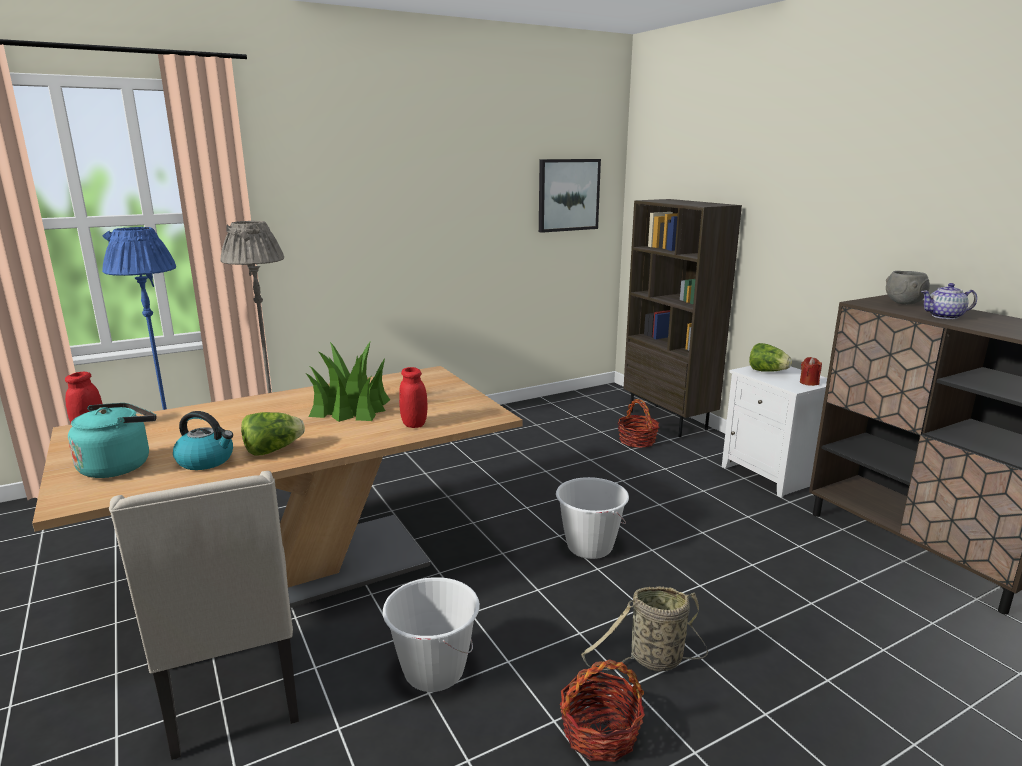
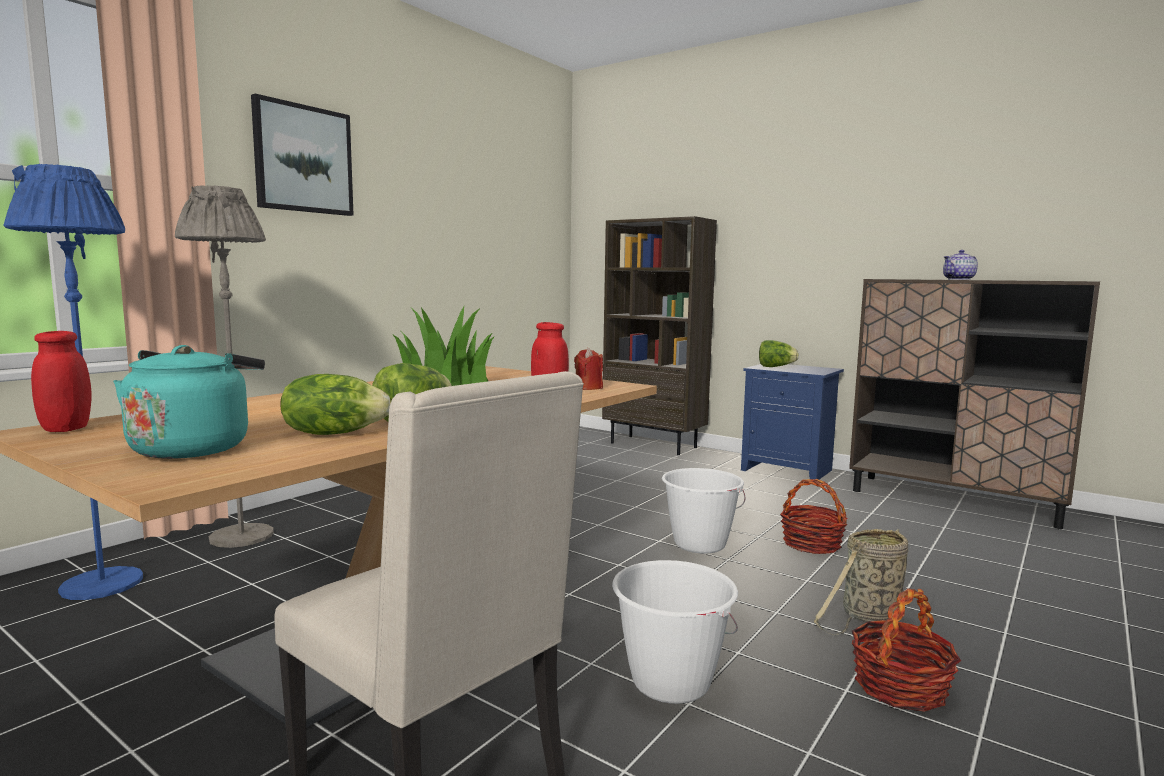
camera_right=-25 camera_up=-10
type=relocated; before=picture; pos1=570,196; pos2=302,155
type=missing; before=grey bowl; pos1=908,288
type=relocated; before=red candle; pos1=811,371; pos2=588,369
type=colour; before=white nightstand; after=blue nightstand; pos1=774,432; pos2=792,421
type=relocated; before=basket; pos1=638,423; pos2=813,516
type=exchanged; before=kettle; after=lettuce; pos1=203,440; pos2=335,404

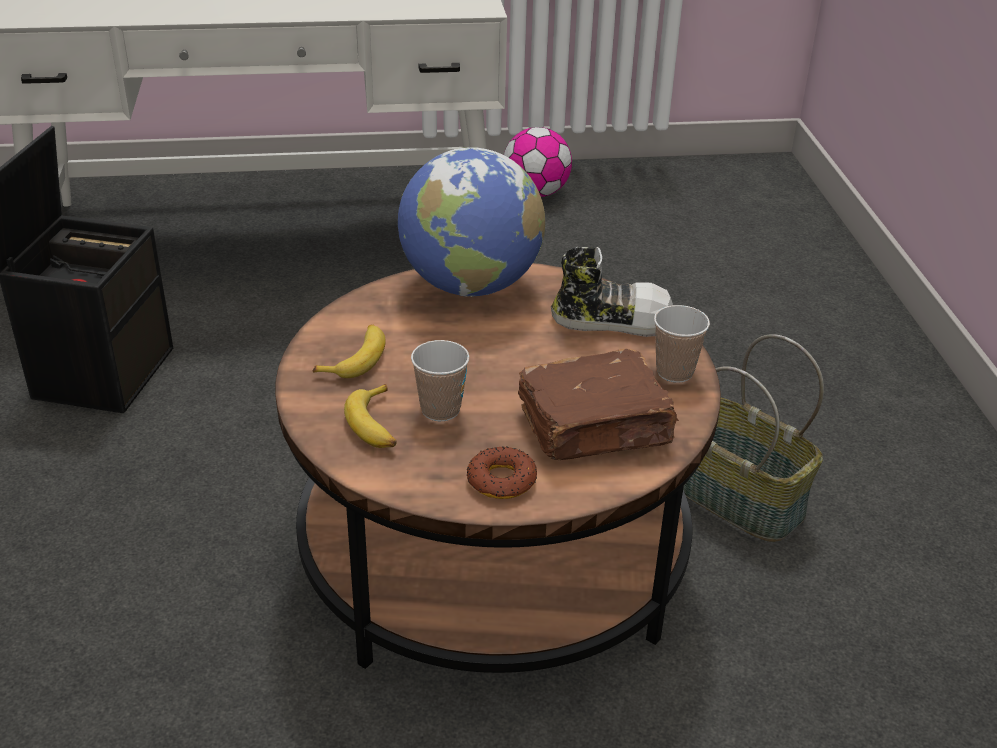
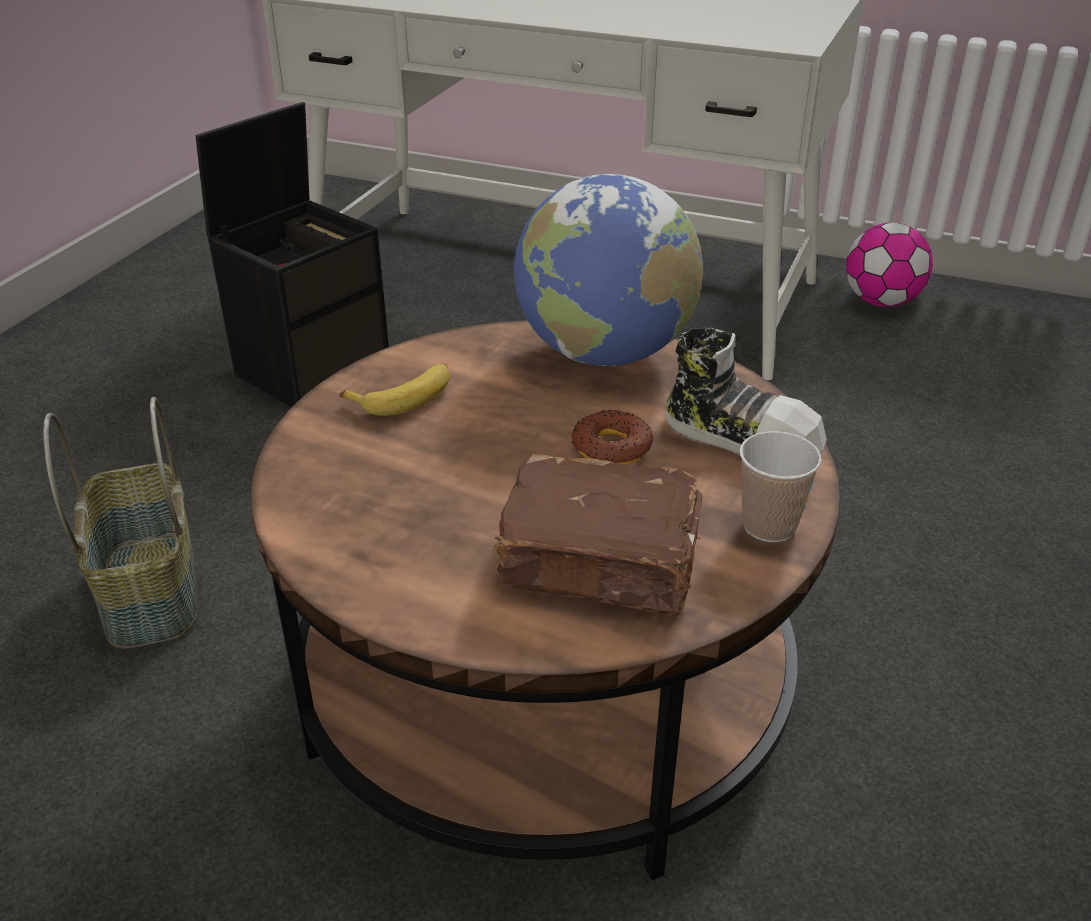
camera_right=30 camera_up=0
type=relocated; before=basket; pos1=753,438; pos2=120,523
type=missing; before=cup; pos1=440,380
type=missing; before=banana; pos1=370,416
type=relocated; before=donut; pos1=502,472; pos2=612,437

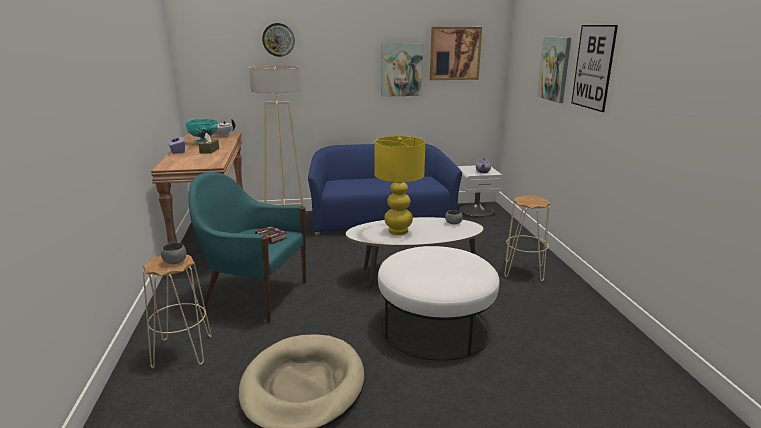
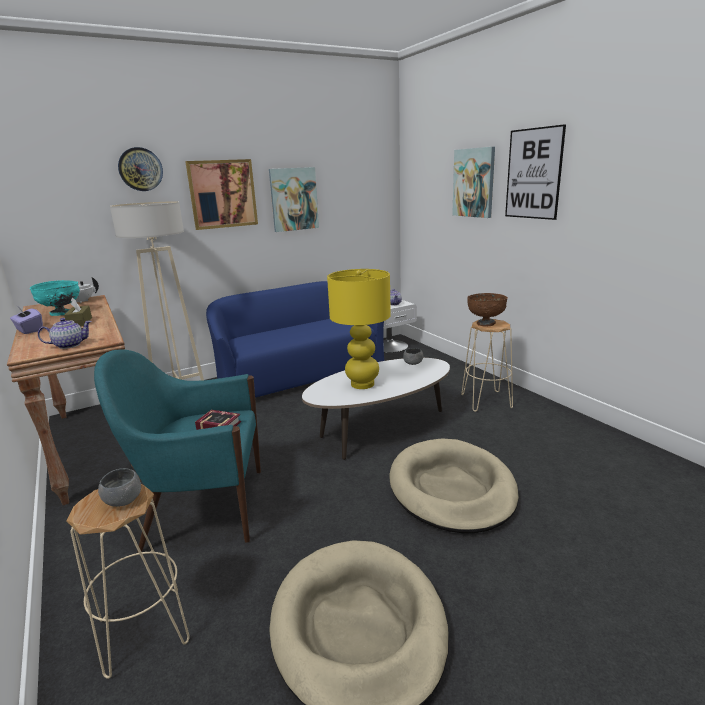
camera_right=-20 camera_up=0
type=relocated; before=picture; pos1=456,53; pos2=221,194
type=exchanged; before=white ottoman; after=beige dog bed; pos1=438,303; pos2=454,485
type=appeared; after=brown bowl; pos2=487,309
type=appeared; after=teapot; pos2=65,333

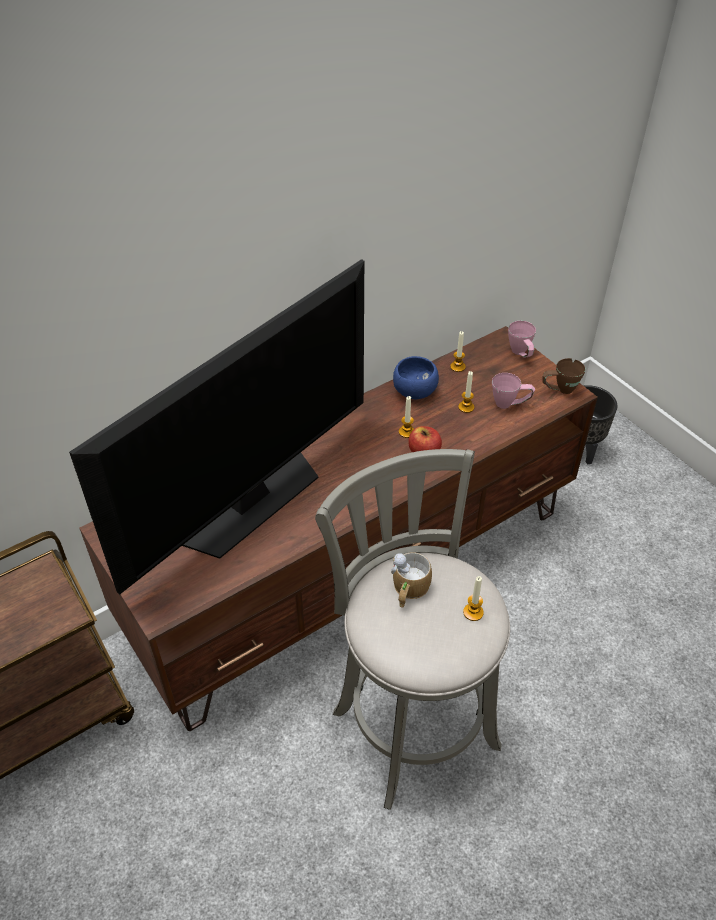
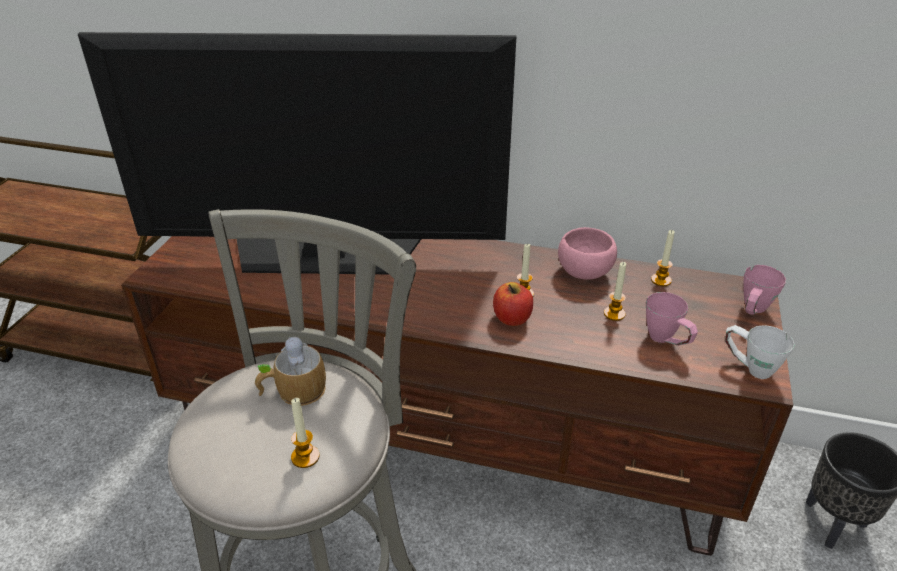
camera_right=50 camera_up=-10
type=colour; before=blue bowl; after=pink bowl; pos1=416,377; pos2=587,253
type=colour; before=brown mug; after=white mug; pos1=563,376; pos2=760,352

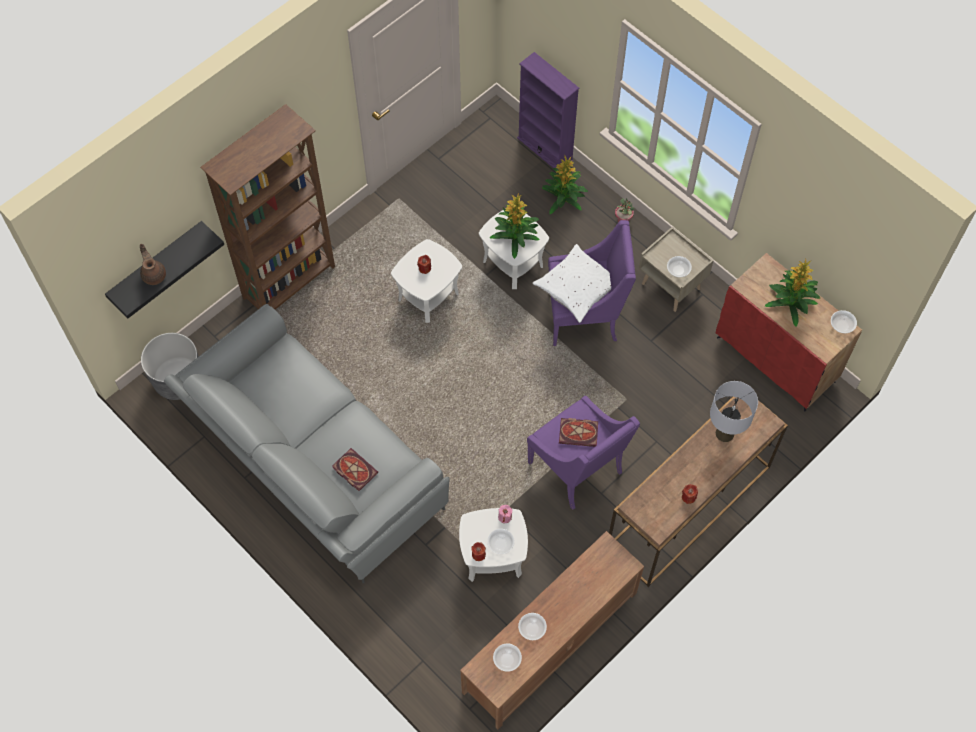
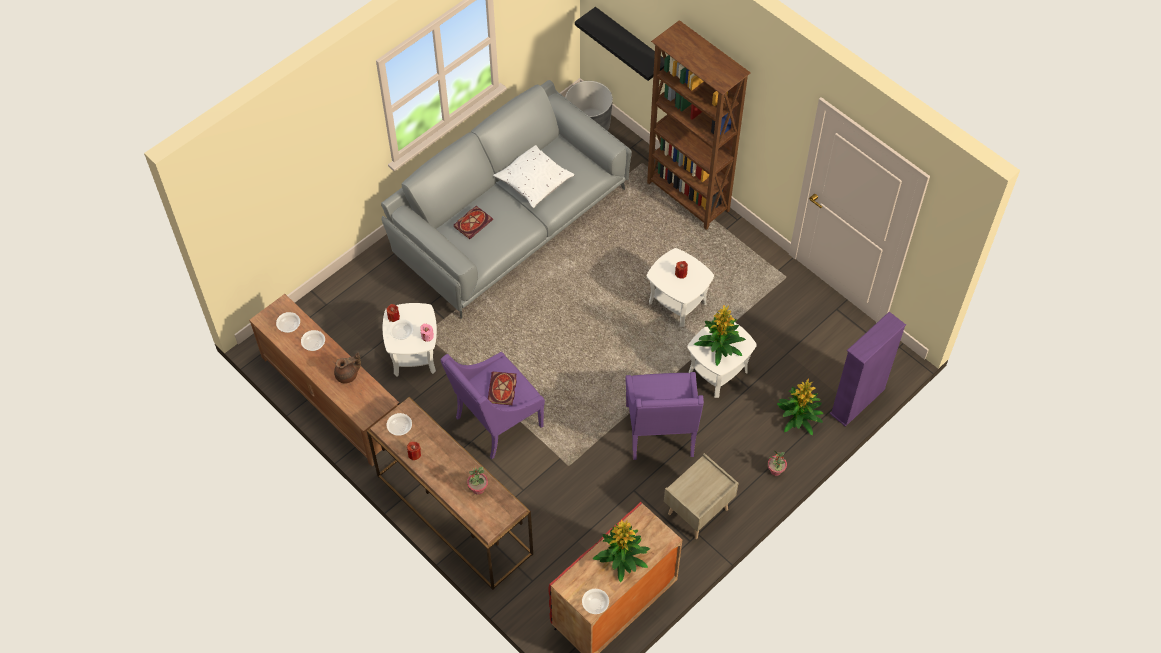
camera_right=90 camera_up=-5
type=relocated; before=brown teapot; pos1=153,264; pos2=347,368
type=relocated; before=white pillow; pos1=571,283; pos2=533,176
type=relocated; before=bowl; pos1=679,266; pos2=399,424
type=exchanged; before=grey table lamp; after=potted plant; pos1=734,411; pos2=477,481

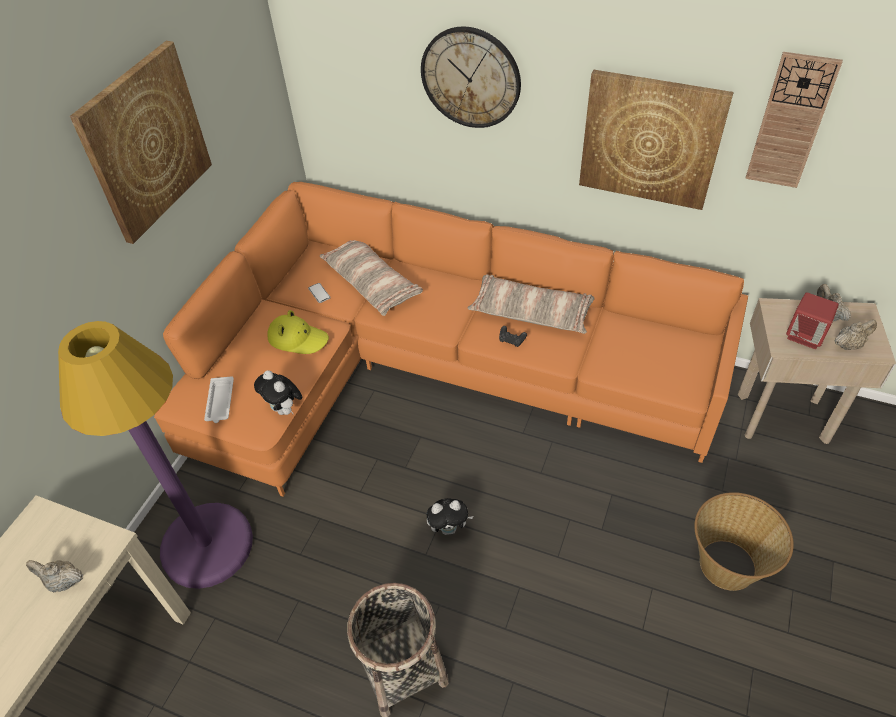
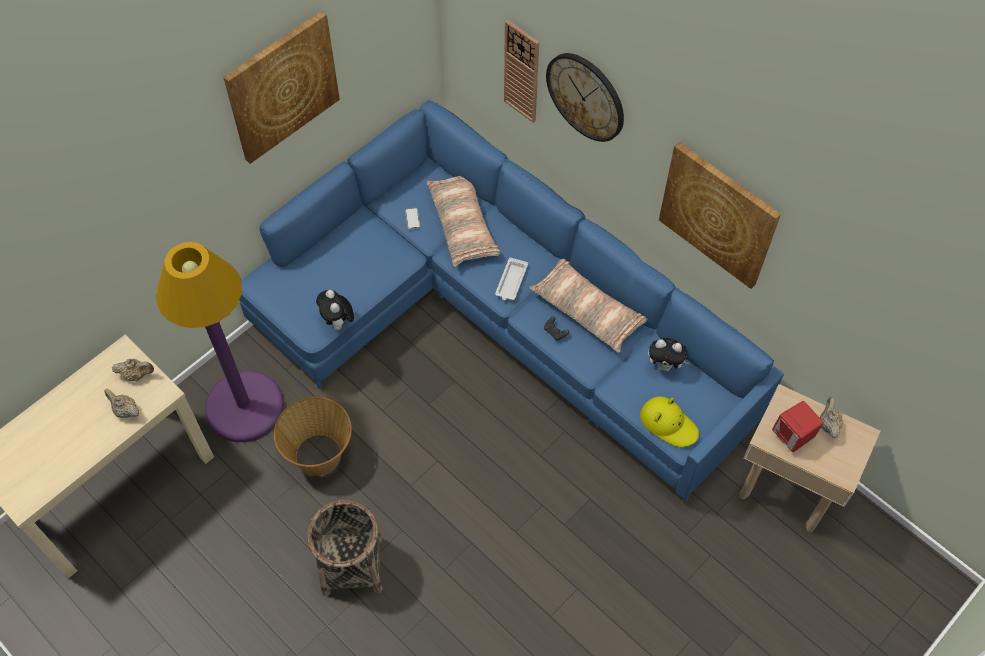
camera_right=20 camera_up=10
type=relocated; before=wall clock; pos1=794,120; pos2=521,71
type=colour; before=orange sofa; after=blue sofa; pos1=451,339; pos2=511,301
type=relocated; before=yellow hat; pos1=298,332; pos2=669,421
type=relocated; before=beige teapot; pos1=856,335; pos2=133,370
type=relocated; before=white tray; pos1=219,399; pos2=511,279
type=relocated; before=basket; pos1=744,541; pos2=312,436
type=relocated; before=plush toy; pos1=450,516; pos2=668,354

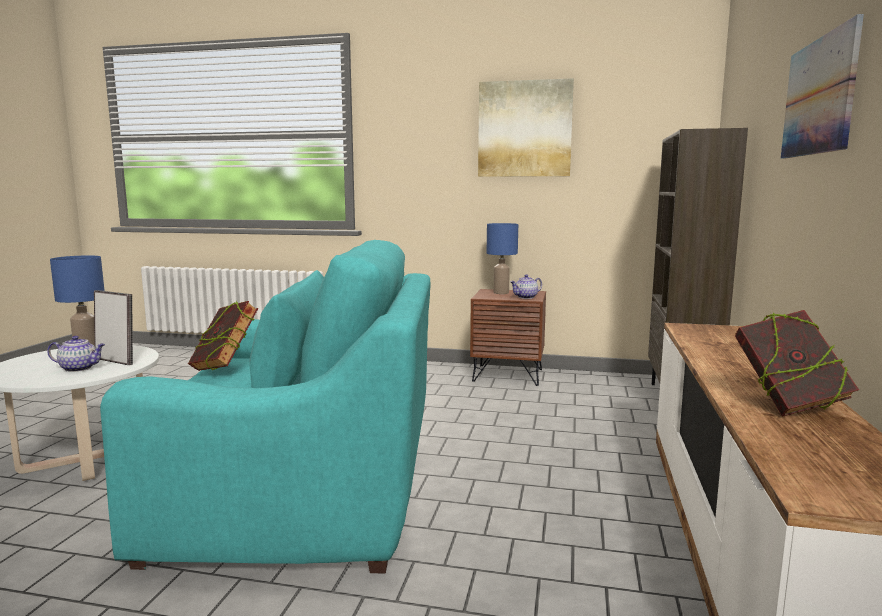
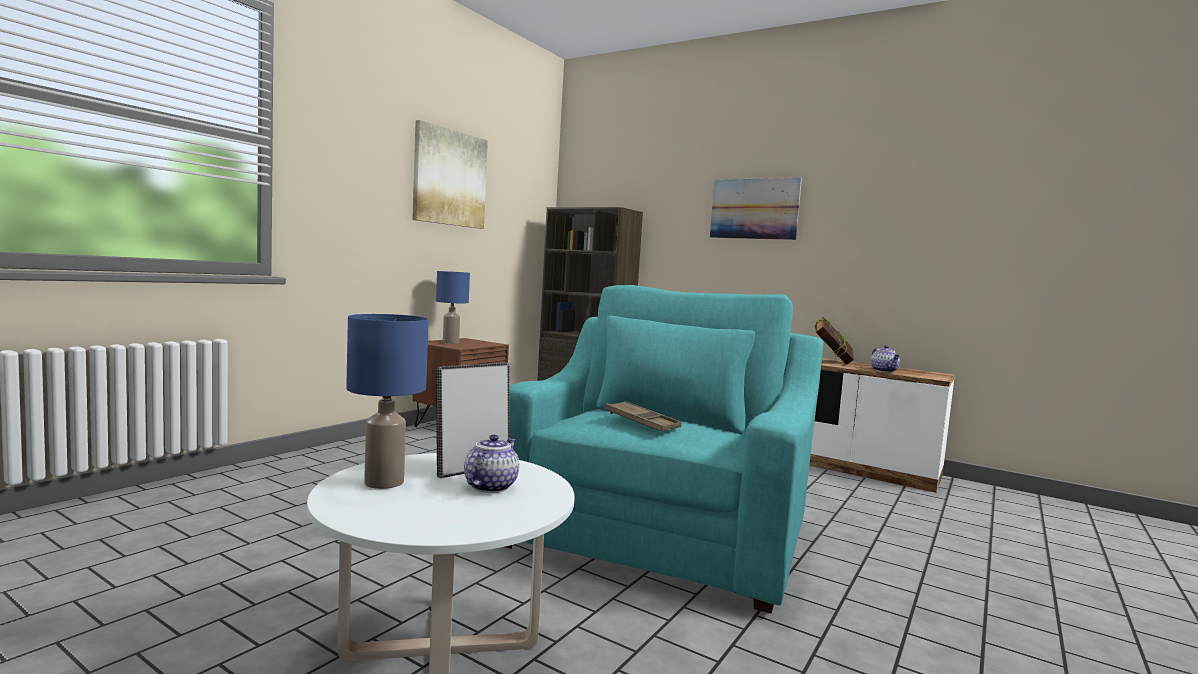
camera_right=-70 camera_up=-5
type=relocated; before=teapot; pos1=526,286; pos2=885,359
type=exchanged; before=book; after=brown tray; pos1=223,335; pos2=643,416

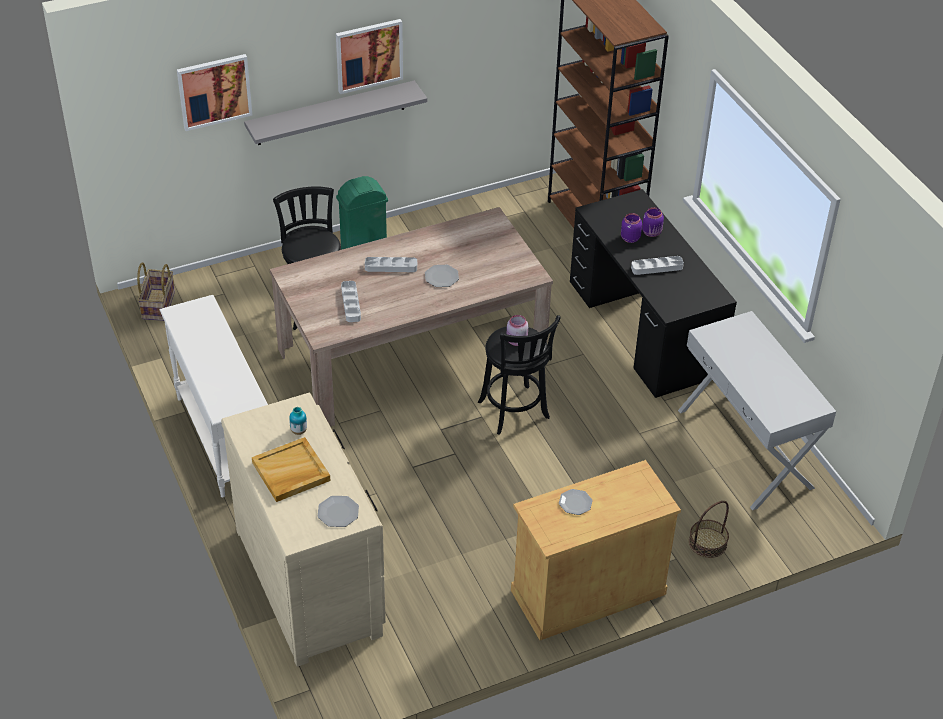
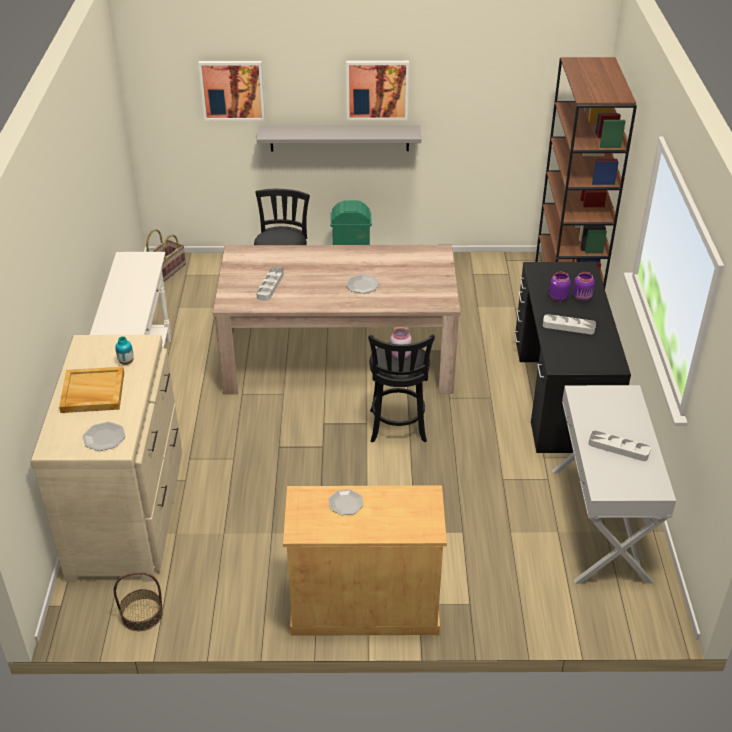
camera_right=25 camera_up=-5
type=relocated; before=grey tray; pos1=391,264; pos2=620,445
type=relocated; before=basket; pos1=709,529; pos2=138,601

